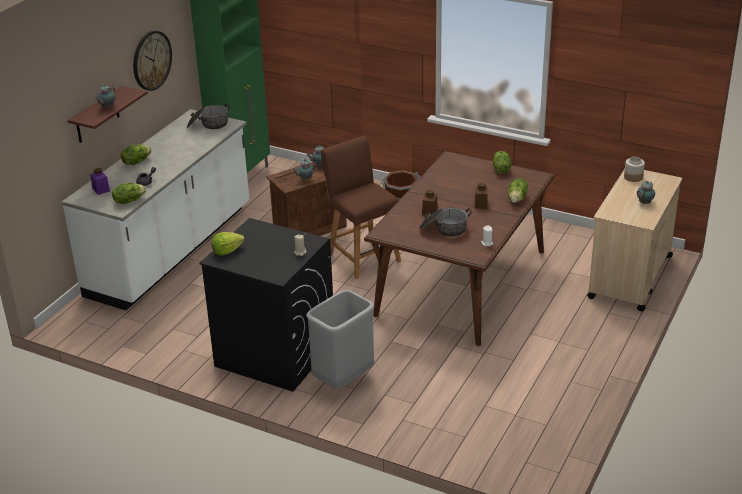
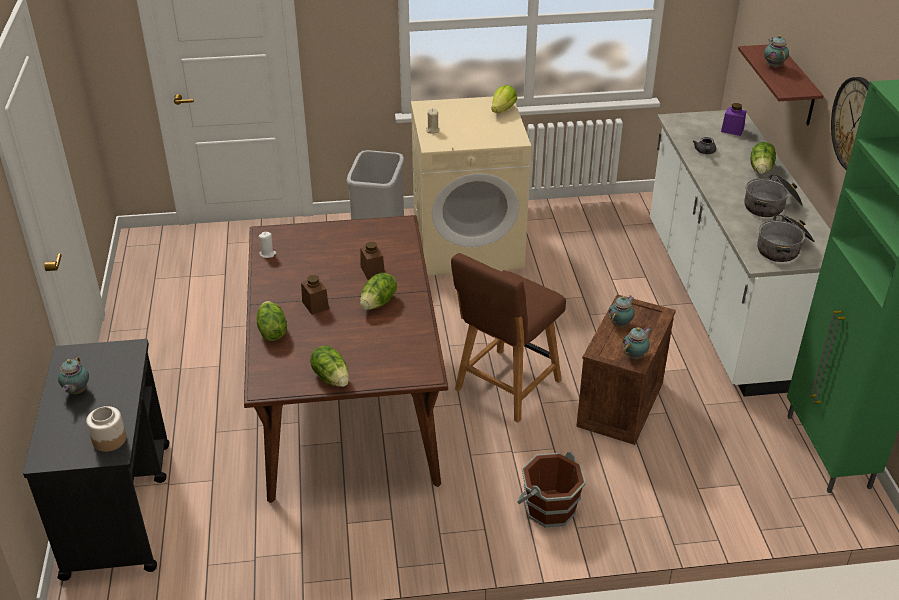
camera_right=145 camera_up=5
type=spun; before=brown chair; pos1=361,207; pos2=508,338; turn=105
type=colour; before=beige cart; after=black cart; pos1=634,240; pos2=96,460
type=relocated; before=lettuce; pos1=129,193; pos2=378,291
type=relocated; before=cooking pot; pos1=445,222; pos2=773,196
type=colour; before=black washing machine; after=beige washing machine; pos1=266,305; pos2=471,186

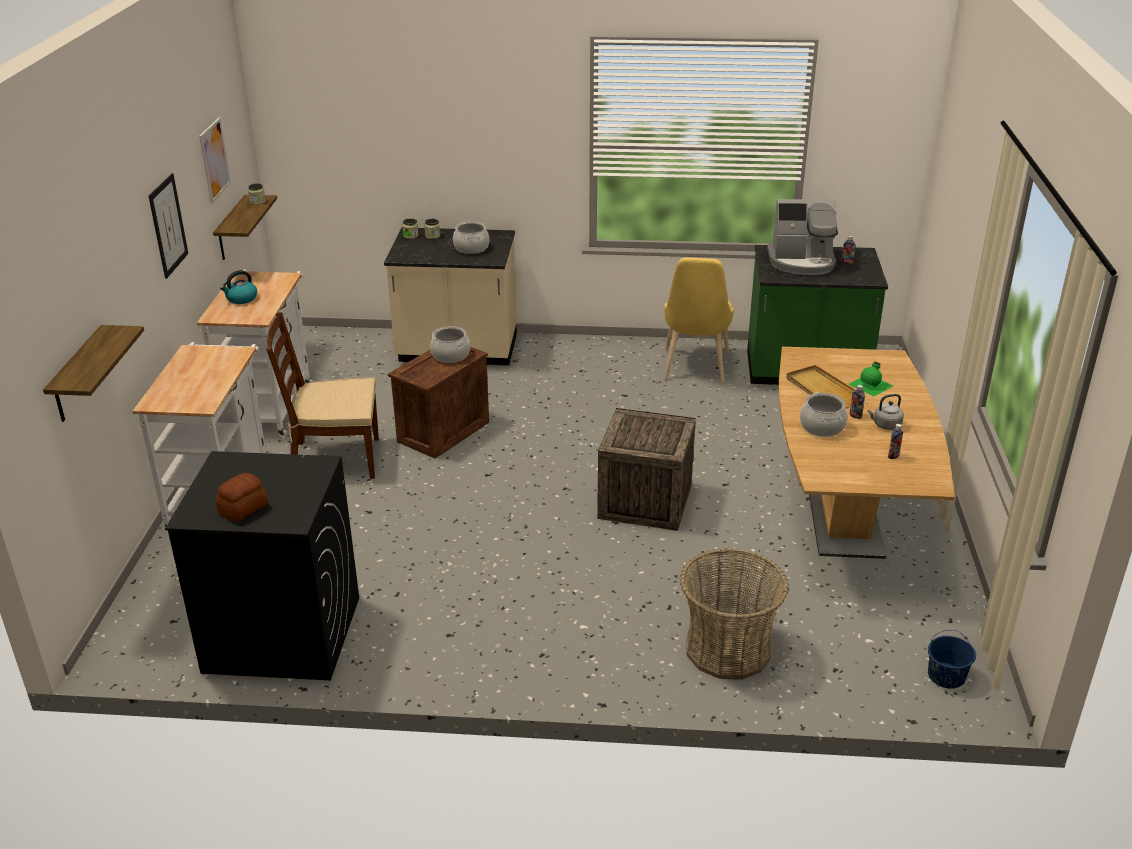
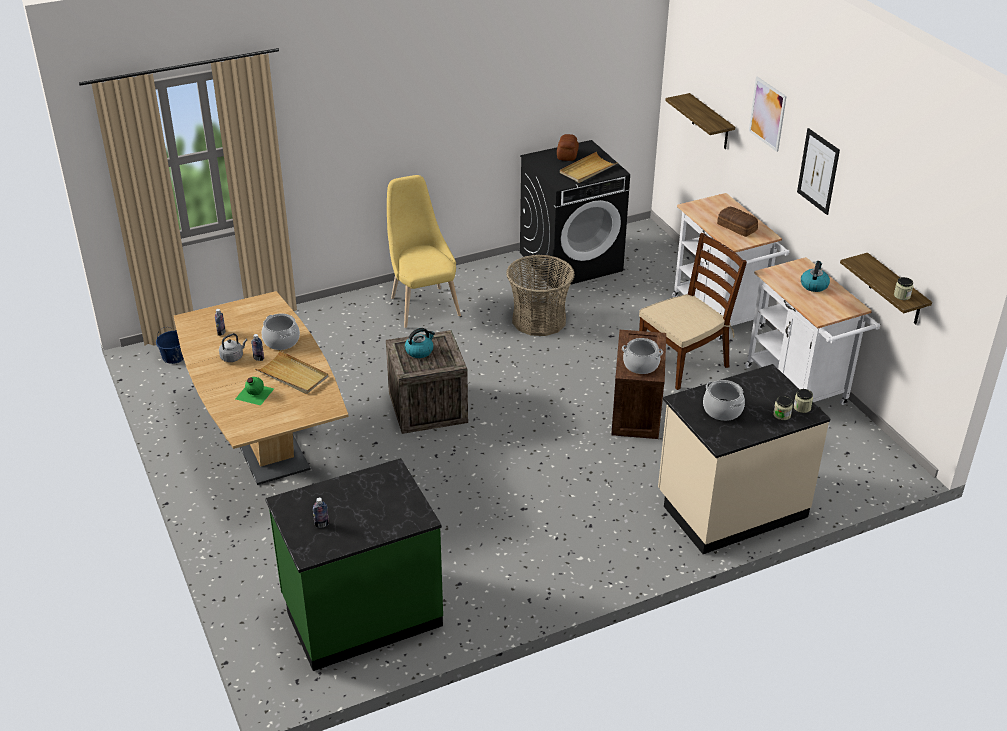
camera_right=150 camera_up=5
type=relocated; before=picture; pos1=215,160; pos2=768,114
type=missing; before=coffee machine; pos1=802,237
type=relocated; before=yellow chair; pos1=699,320; pos2=424,251
type=relocated; before=basket; pos1=734,614; pos2=540,295
type=appeared; after=beige tray; pos2=589,167
type=appeared; after=bread; pos2=737,222
type=appeared; after=kettle; pos2=420,343

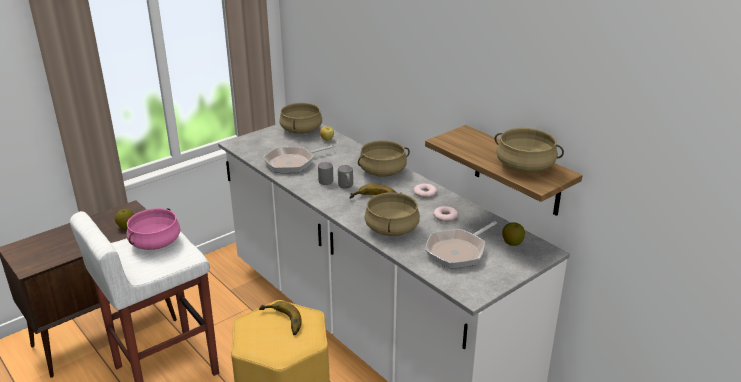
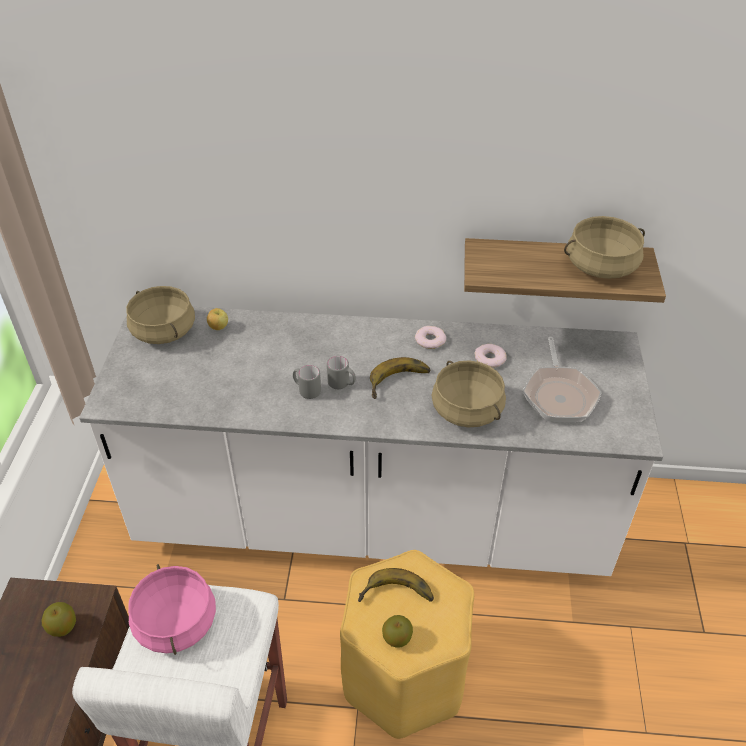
camera_right=-45 camera_up=15
type=missing; before=beige cooking pot; pos1=384,158
type=missing; before=frying pan; pos1=299,159
type=relocated; before=apple; pos1=513,234; pos2=397,631

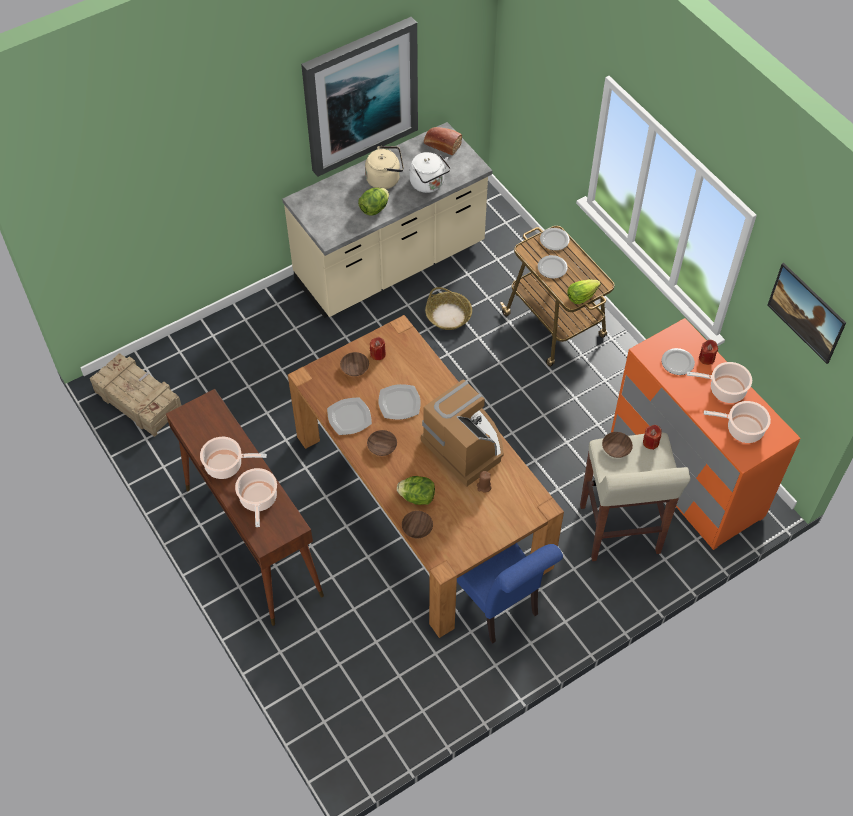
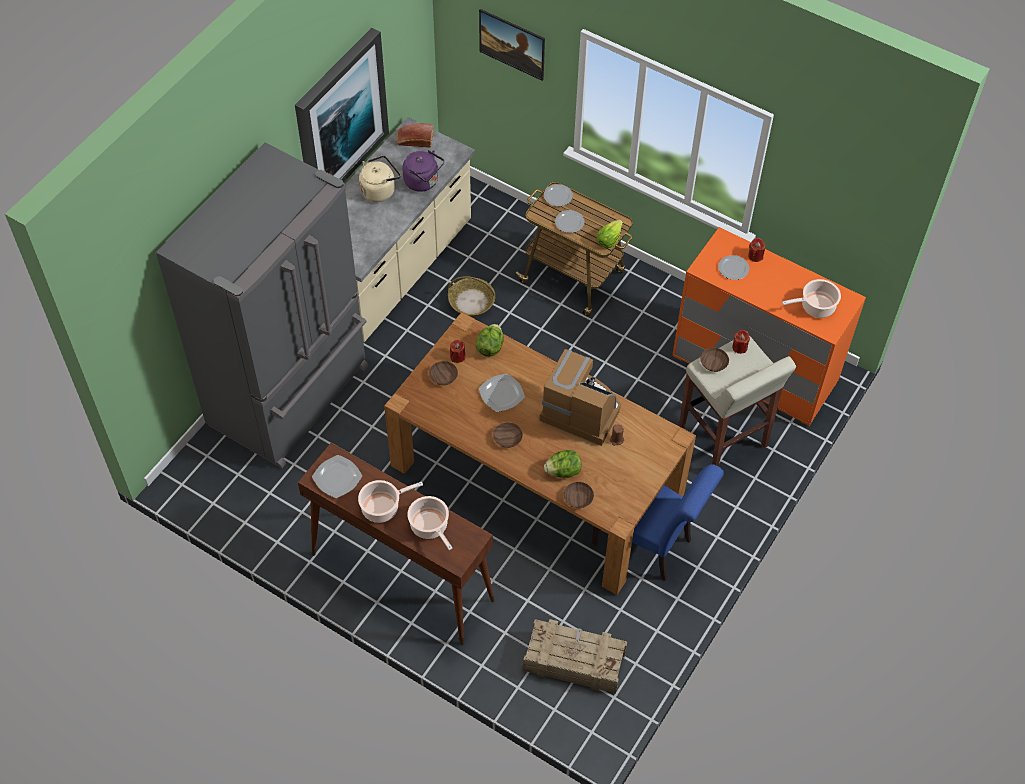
camera_right=-25 camera_up=0
type=colour; before=white kettle; after=purple kettle; pos1=430,172; pos2=423,171
type=relocated; before=lettuce; pos1=373,201; pos2=490,340
type=relocated; before=picture; pos1=807,313; pos2=512,45
type=relocated; before=crate; pos1=136,395; pos2=575,656
type=missing; before=cooking pot; pos1=719,382
type=relocated; before=plate; pos1=349,416; pos2=337,476
type=appeared; after=grey fridge; pos2=262,305

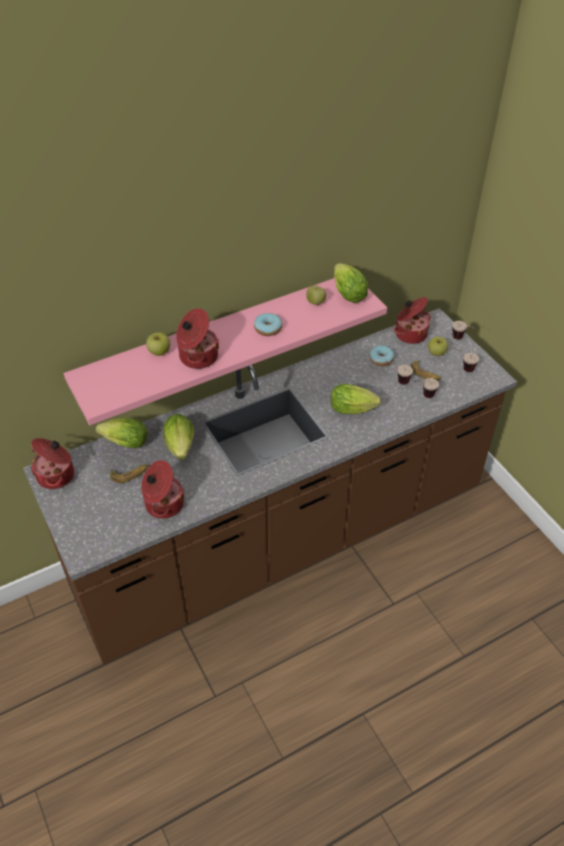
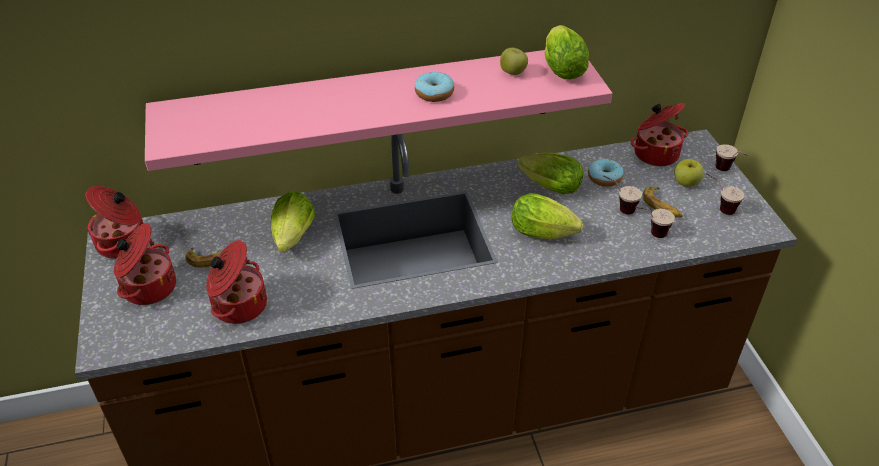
camera_right=15 camera_up=-5
type=relocated; before=cooking pot; pos1=197,338; pos2=145,264
type=missing; before=apple; pos1=158,344
type=relocated; before=lettuce; pos1=122,433; pos2=550,173

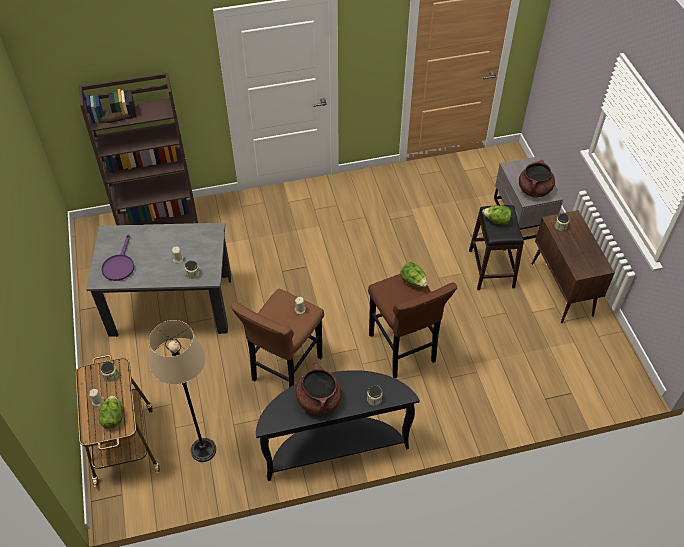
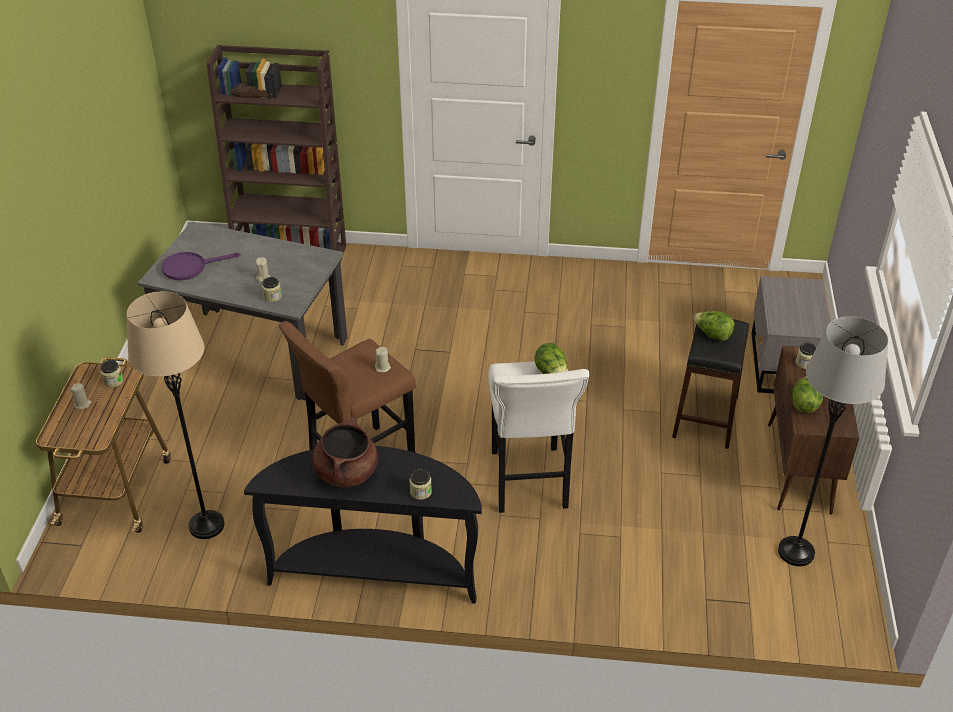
camera_right=20 camera_up=-10
type=missing; before=brown cooking pot; pos1=537,179
type=spun; before=purple frying pan; pos1=117,257; pos2=201,266; turn=45
type=colour; before=brown stool; after=white stool; pos1=412,326; pos2=539,437
type=relocated; before=lettuce; pos1=111,411; pos2=808,394
type=appeared; after=grey floor lamp; pos2=833,441

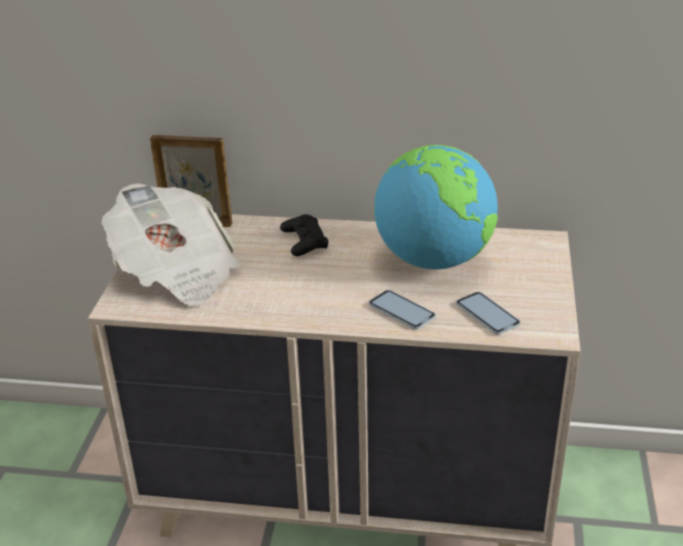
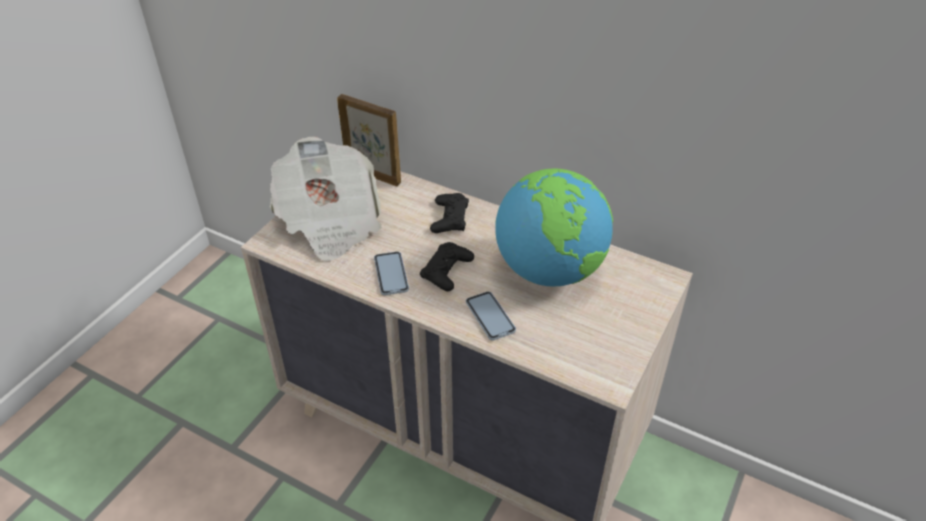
camera_right=20 camera_up=10
type=relocated; before=phone; pos1=488,313; pos2=391,273
type=appeared; after=black game controller; pos2=447,266

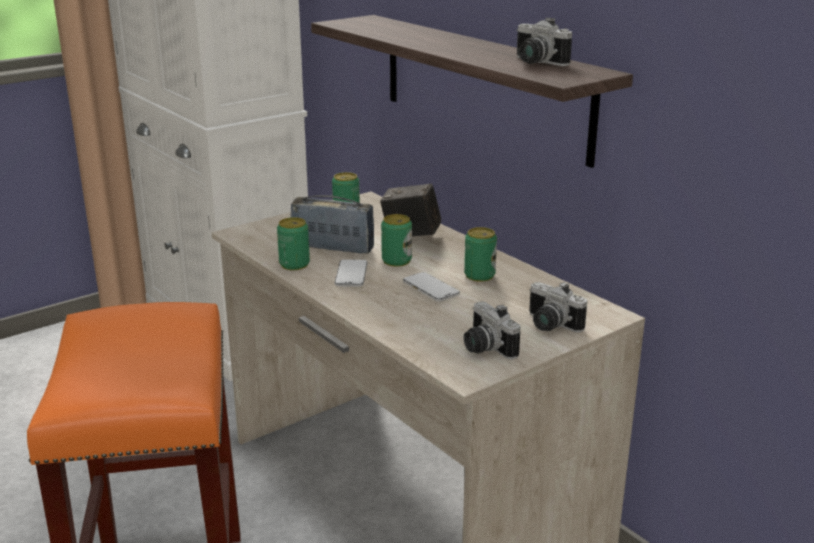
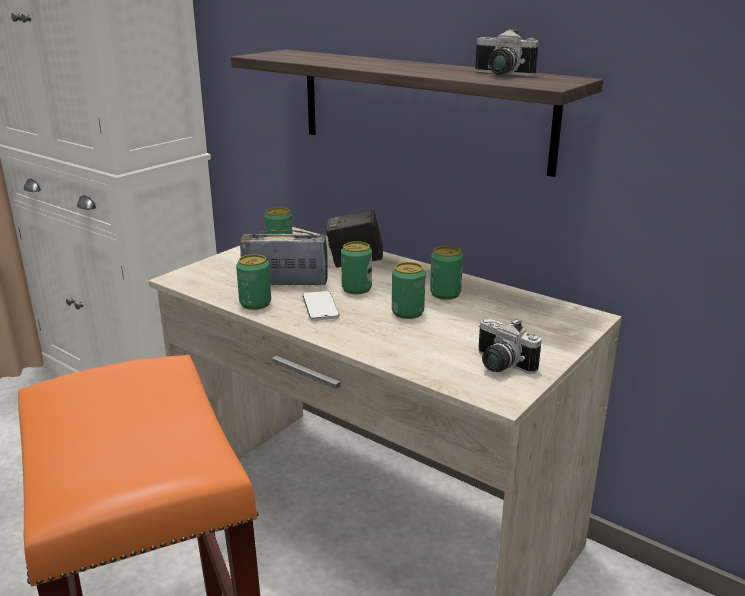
camera_right=-15 camera_up=0
type=exchanged; before=phone; after=can; pos1=431,287; pos2=409,290
type=missing; before=photo camera; pos1=558,307

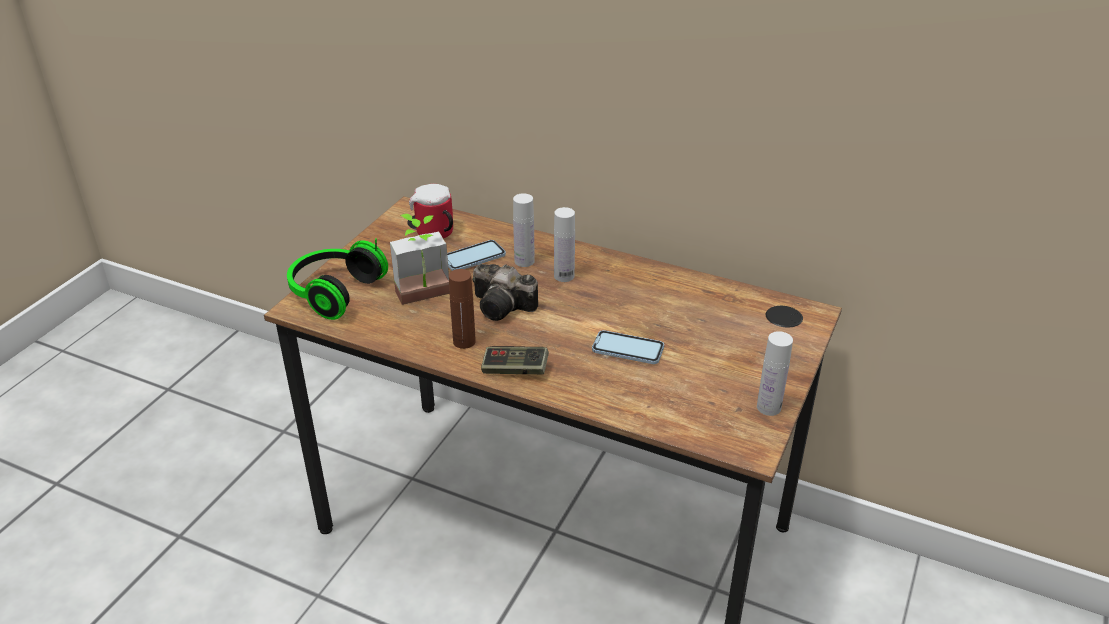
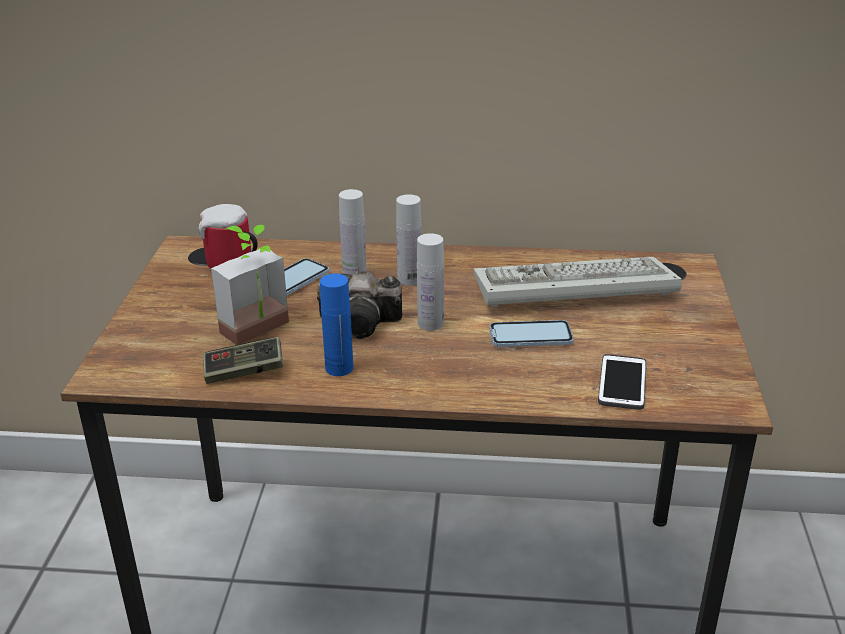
camera_right=-20 camera_up=-5
type=missing; before=headphones; pos1=337,279
type=colour; before=brown bottle; after=blue bottle; pos1=462,309; pos2=336,325
type=relocated; before=white bottle; pos1=775,373; pos2=430,281
type=relocated; before=game controller; pos1=515,360; pos2=243,360
type=appeared; after=keyboard; pos2=577,281
type=appeared; after=phone; pos2=622,382

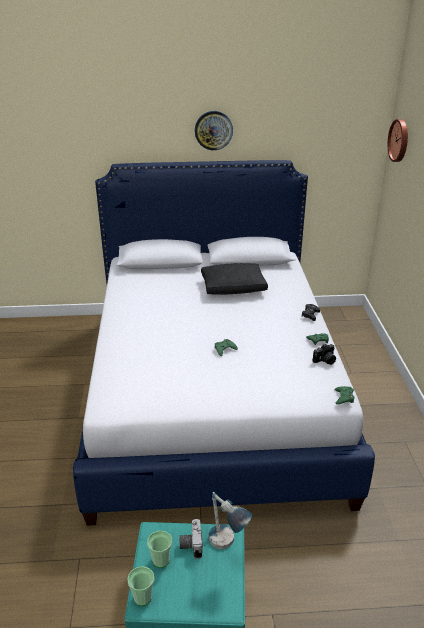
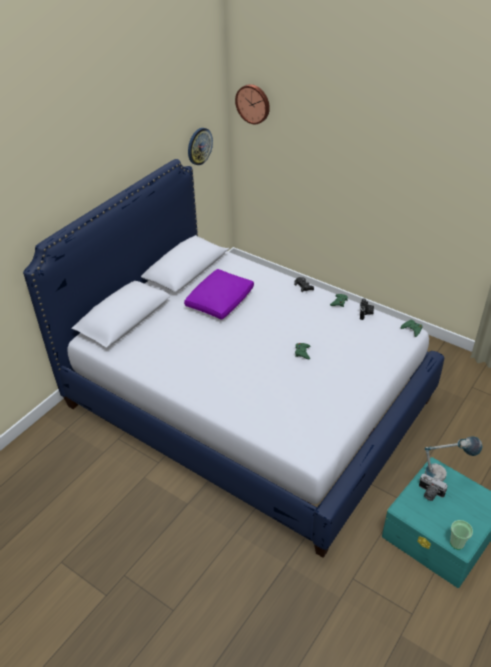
camera_right=-50 camera_up=10
type=relocated; before=wall clock; pos1=214,130; pos2=200,146
type=colour; before=black pillow; after=purple pillow; pos1=234,279; pos2=219,294
type=missing; before=cup; pos1=159,549

